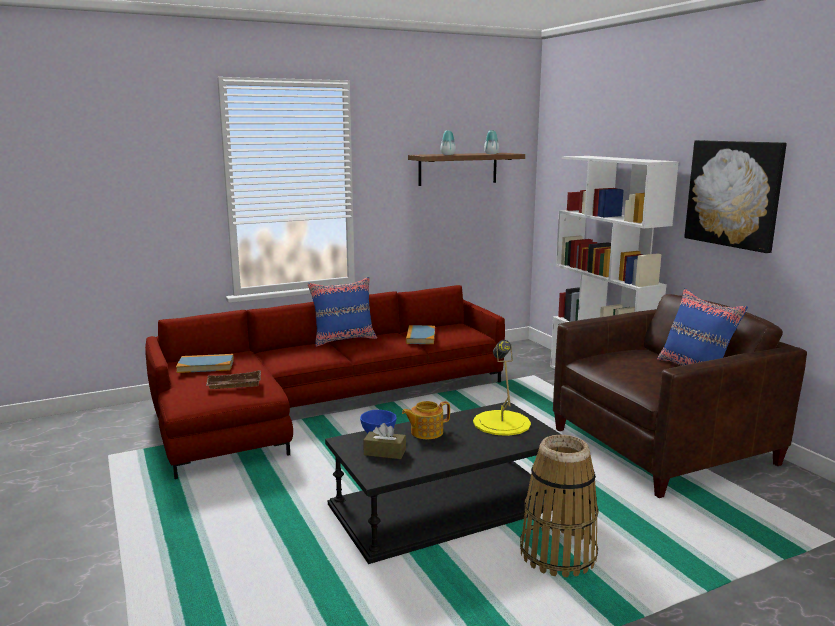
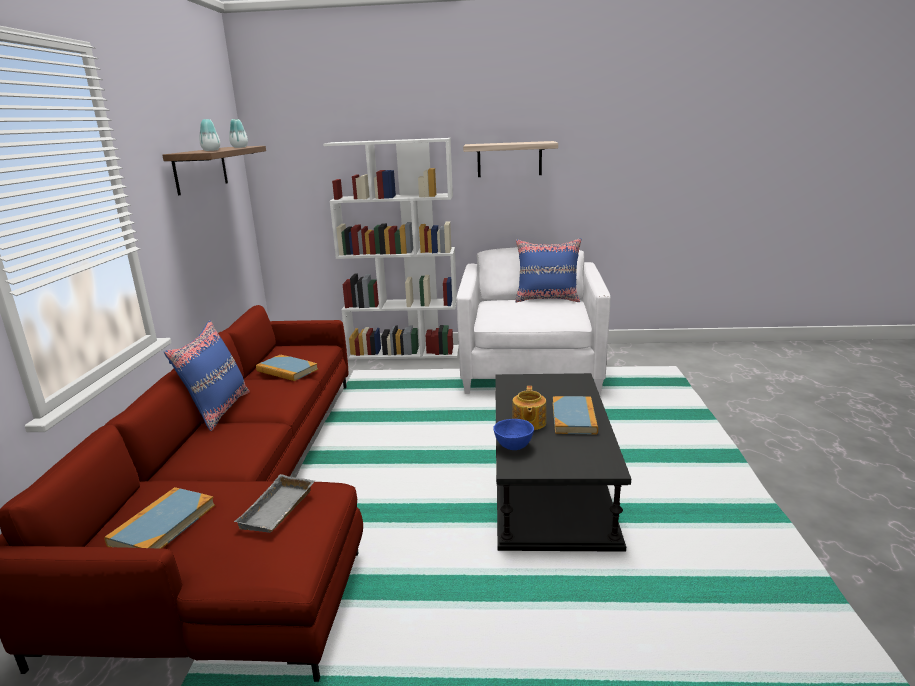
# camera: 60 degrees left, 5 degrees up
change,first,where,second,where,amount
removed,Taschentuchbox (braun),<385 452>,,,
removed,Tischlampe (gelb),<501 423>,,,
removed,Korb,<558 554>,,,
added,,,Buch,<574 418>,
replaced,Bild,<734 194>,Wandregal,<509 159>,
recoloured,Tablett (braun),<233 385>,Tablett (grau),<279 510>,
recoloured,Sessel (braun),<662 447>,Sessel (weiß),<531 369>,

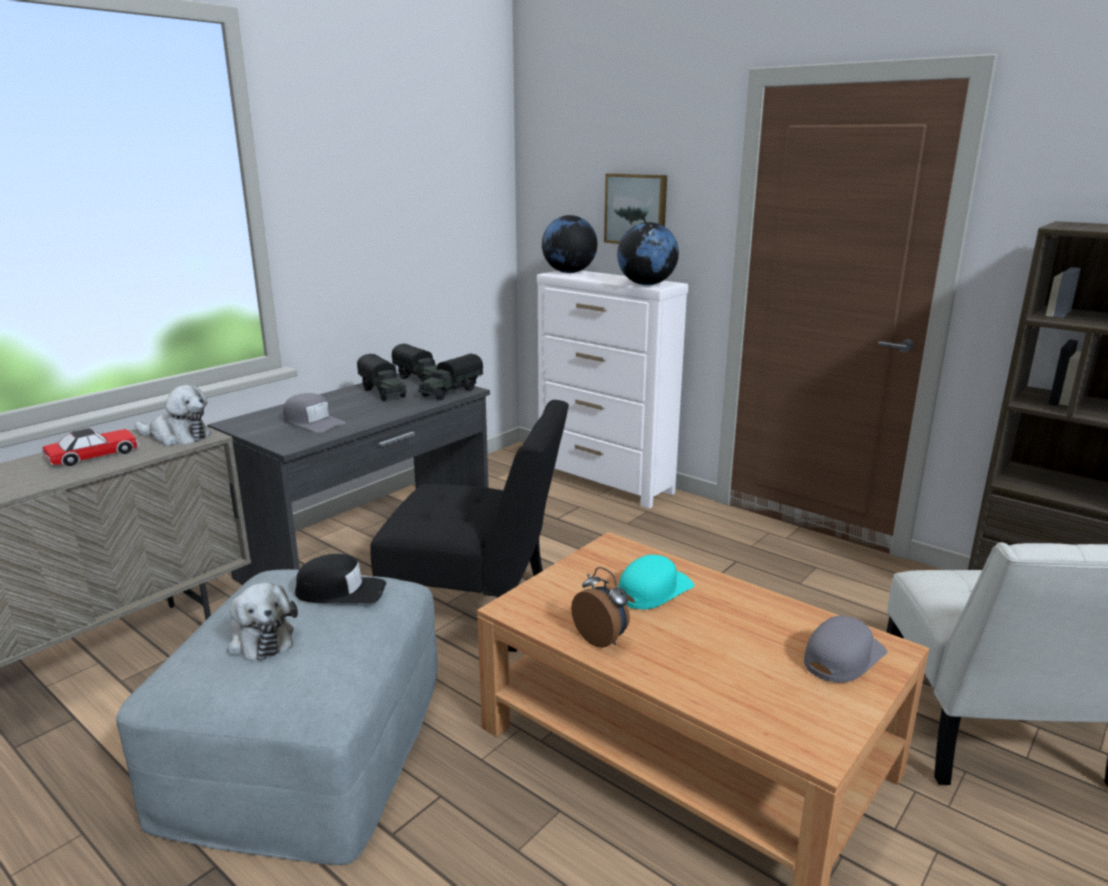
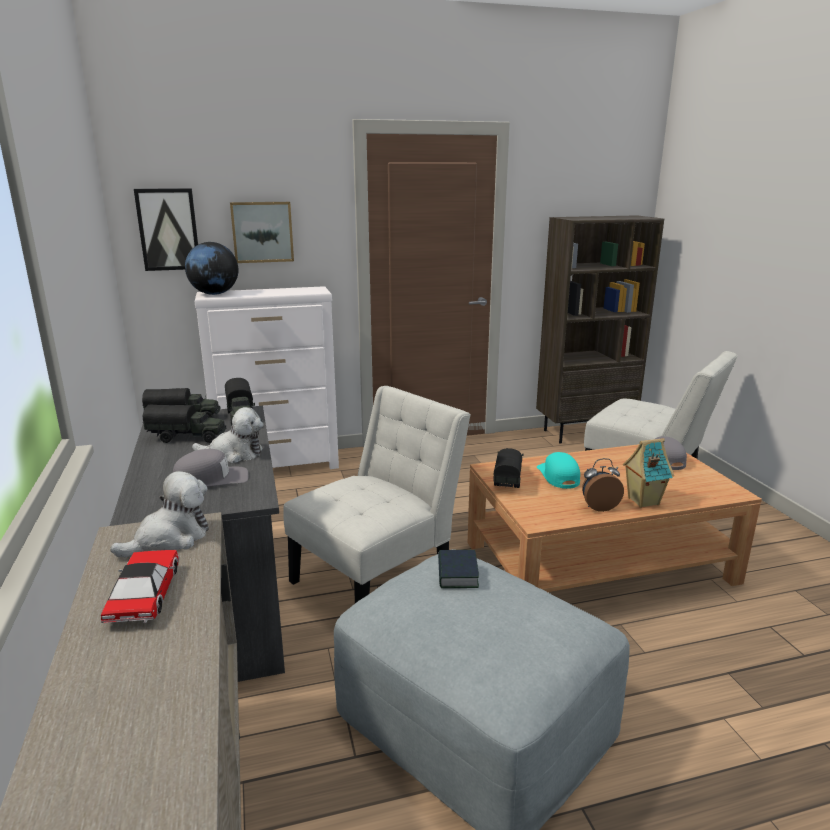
# camera: 55 degrees left, 0 degrees up
change,first,where,second,where,amount
removed,Globus,<646 284>,,,
added,,,Bild,<168 229>,
added,,,Spielzeuglaster,<508 479>,
added,,,Spielzeughaus,<642 501>,
moved,Plüschtier,<260 638>,,<234 454>,
replaced,Kappe (schwarz),<341 591>,Buch,<457 574>,
recoloured,Stuhl (schwarz),<477 609>,Stuhl (weiß),<378 578>,

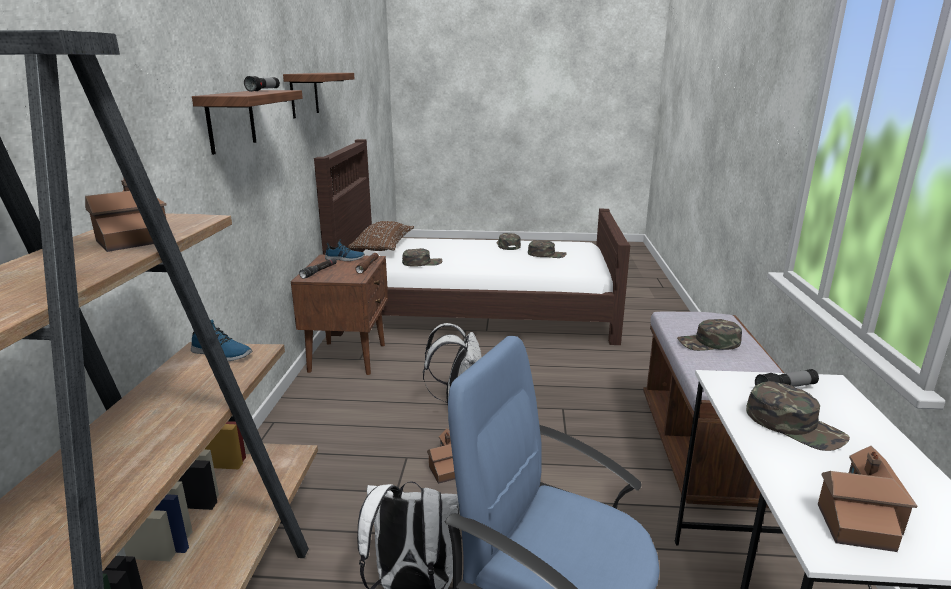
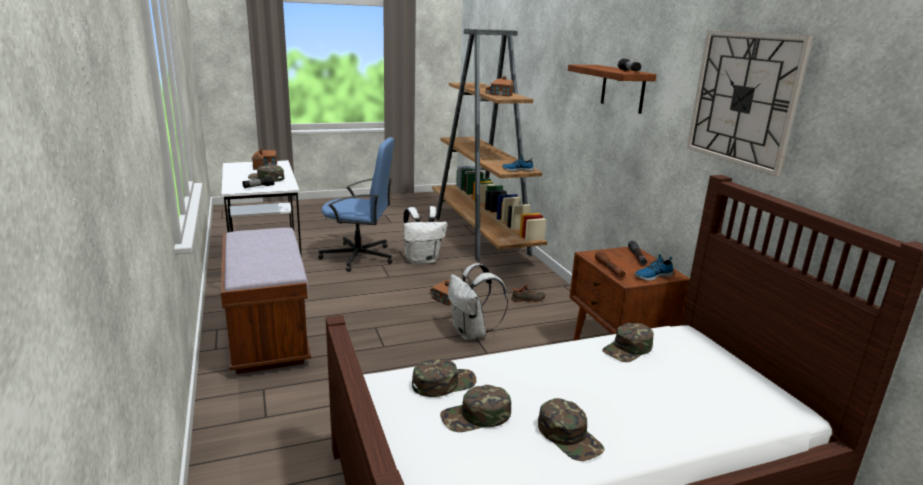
# camera: 155 degrees right, 0 degrees up
change,first,where,second,where,amount
removed,Kissen (braun),<383 247>,,,
added,,,Schuh (schwarz),<528 300>,
moved,Kappe (grün),<709 343>,,<443 383>,
replaced,Wandregal,<304 94>,Wanduhr,<744 99>,

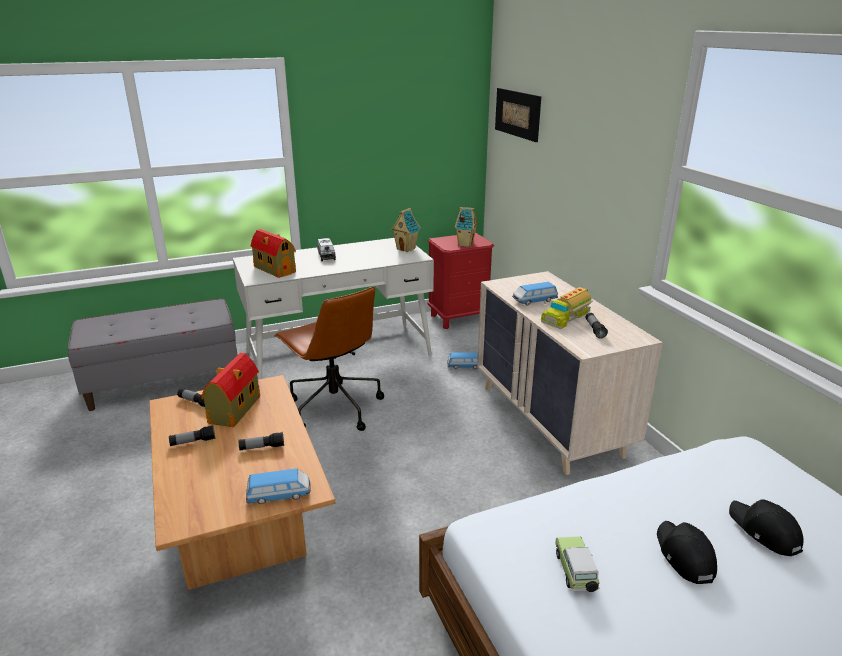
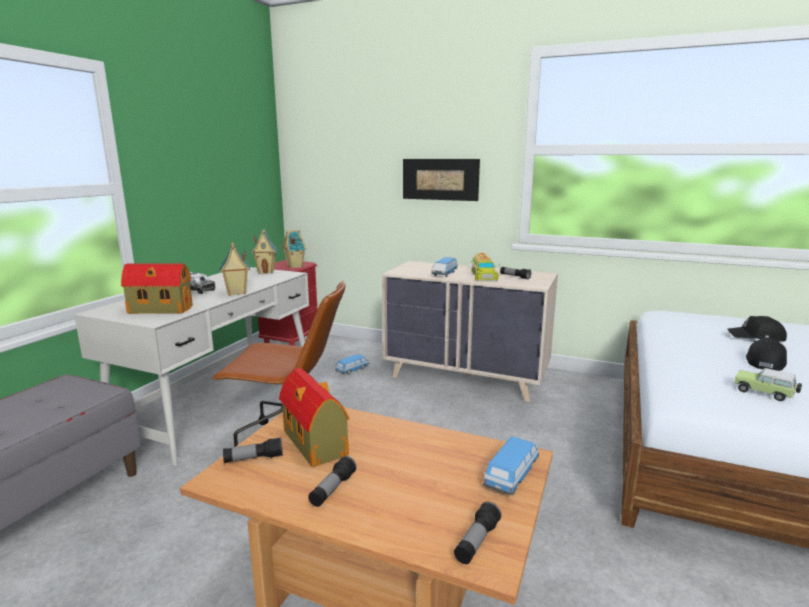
# camera: 45 degrees left, 10 degrees down
change,first,where,second,where,amount
added,,,Spielzeughaus,<236 293>,
moved,Taschenlampe,<262 447>,,<476 542>,
moved,Bild,<517 113>,,<440 179>,
turned,Kappe (schwarz),<684 556>,,<764 362>,90 degrees clockwise

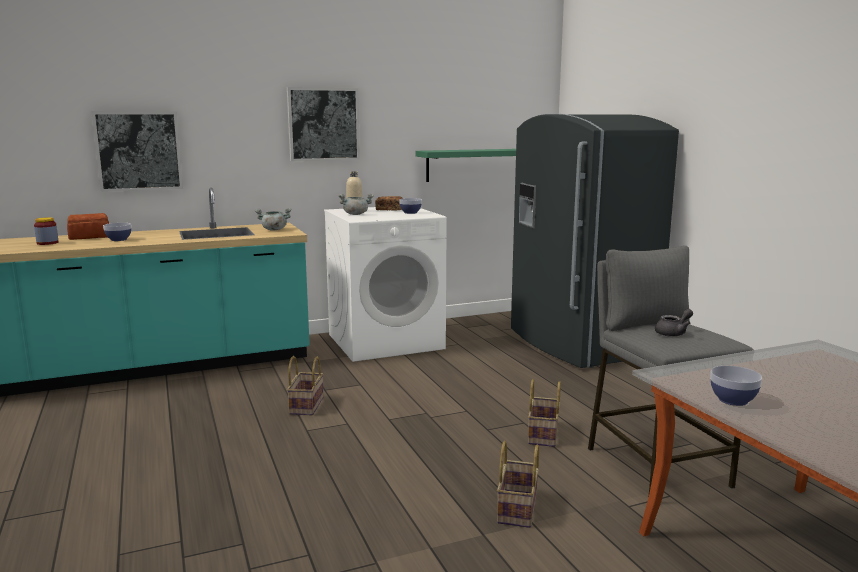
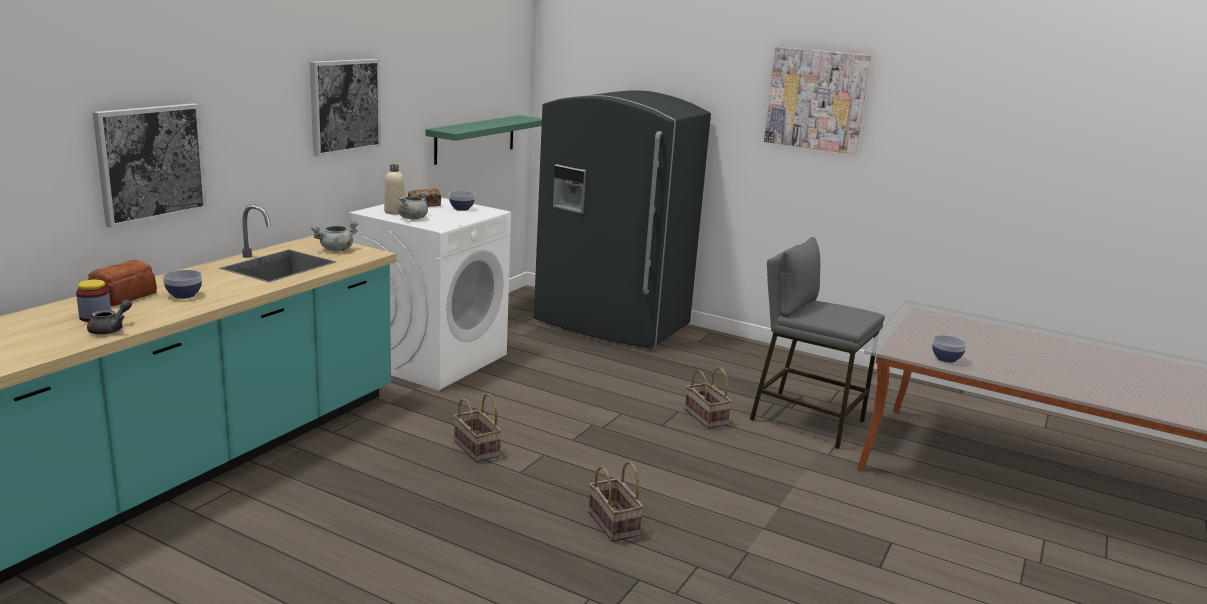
# camera: 40 degrees left, 5 degrees up
change,first,where,second,where,amount
added,,,Bild,<816 99>,
moved,Korb,<518 510>,,<615 525>,
moved,Teekanne (grau),<673 333>,,<111 329>,

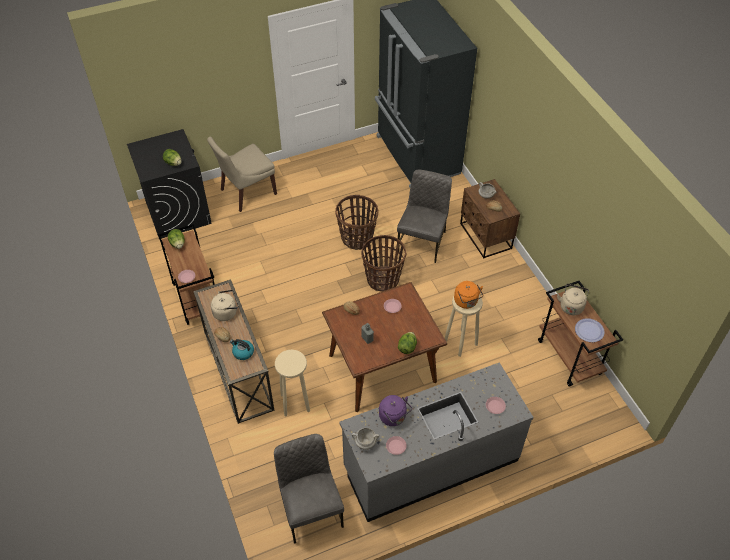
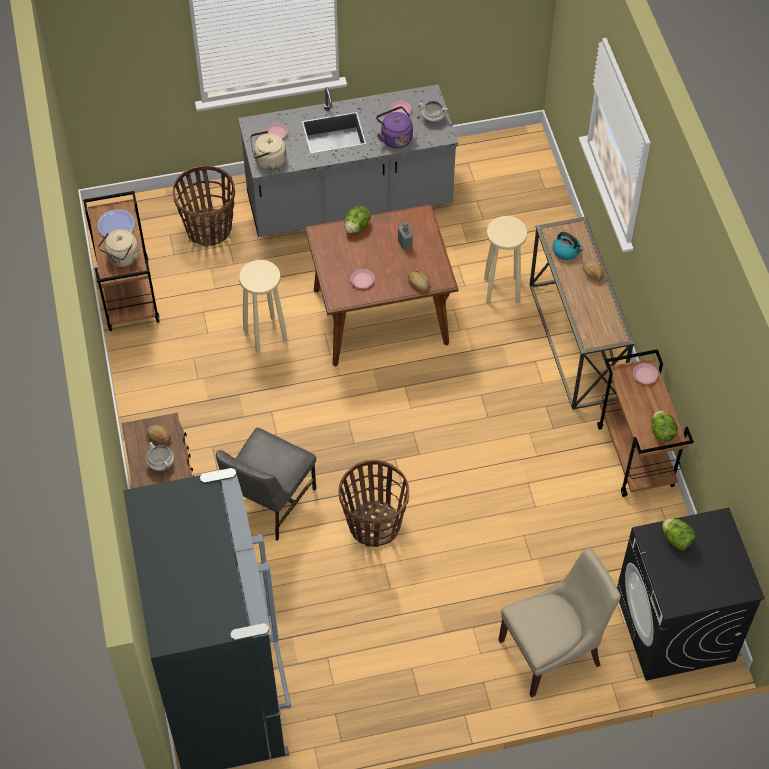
# camera: 170 degrees left, 5 degrees up
change,first,where,second,where,amount
removed,Stuhl (grau),<311 509>,,,
removed,Wasserkessel (orange),<466 302>,,,
moved,Wasserkessel (beige),<226 312>,,<268 161>,
moved,Korb,<382 279>,,<209 228>,

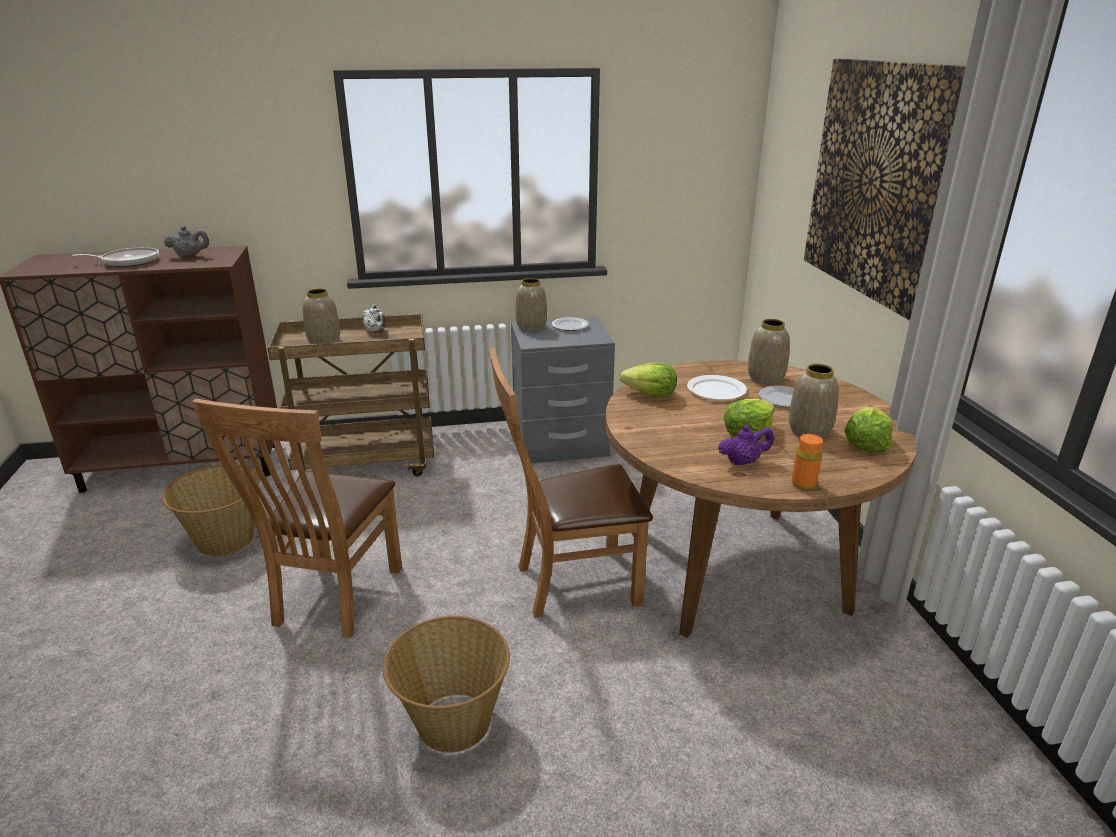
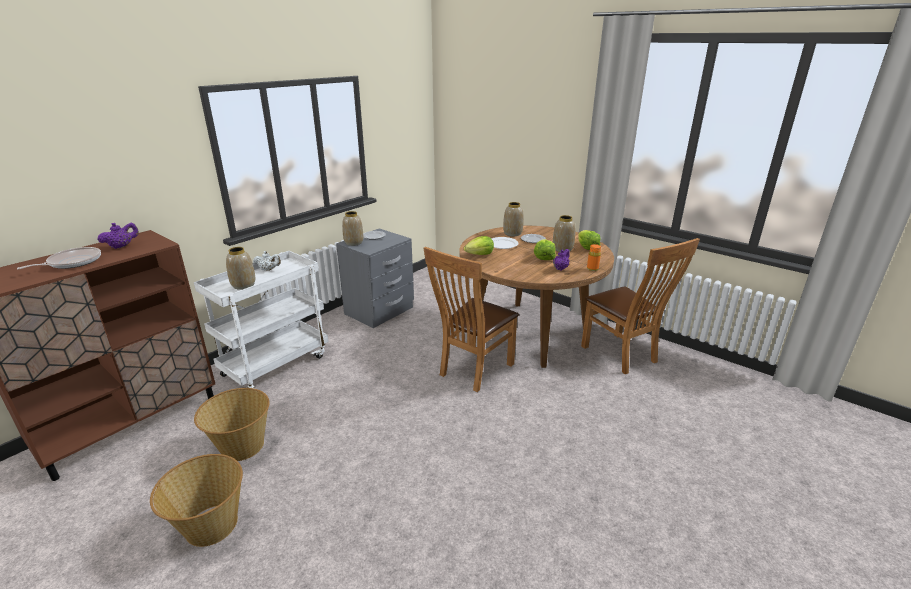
# camera: 40 degrees left, 0 degrees up
change,first,where,second,where,amount
removed,Bild,<877 181>,,,
moved,Stuhl (braun),<332 600>,,<622 355>,
moved,Korb,<452 722>,,<210 525>,
recoloured,Teekanne (grau),<190 256>,Teekanne (lila),<122 246>,
recoloured,Rollwagen (braun),<367 463>,Rollwagen (weiß),<276 364>,

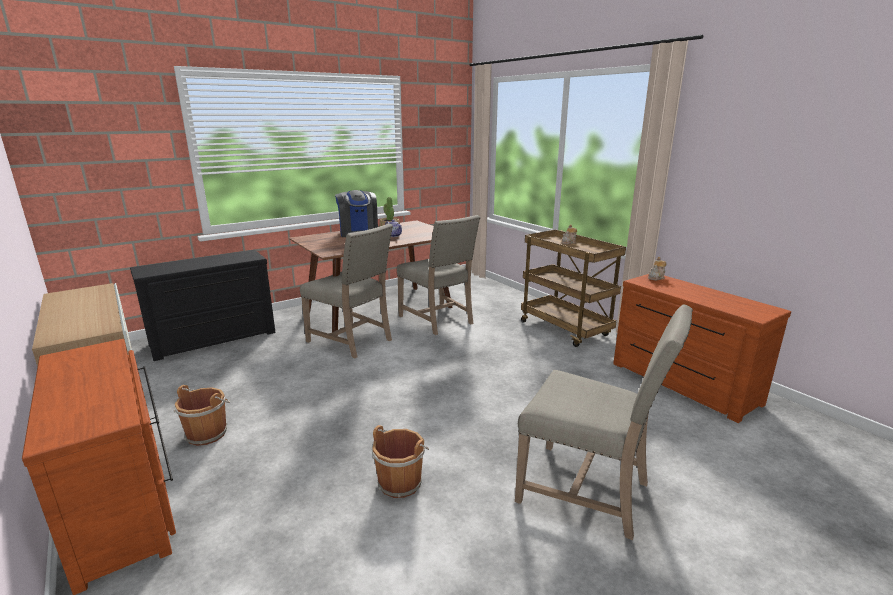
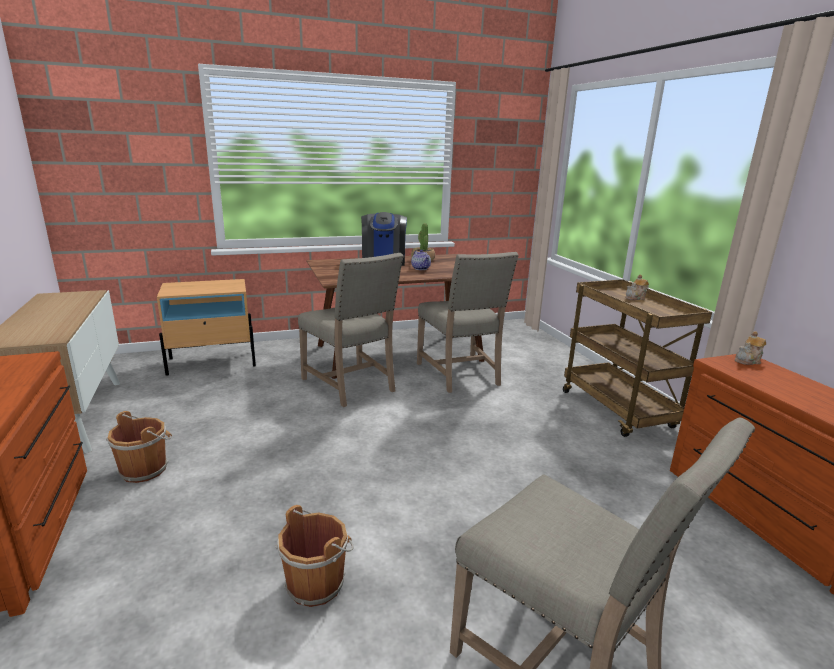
# camera: 15 degrees right, 0 degrees up
change,first,where,second,where,amount
replaced,Kommode (schwarz),<214 339>,Nachttisch (beige),<212 362>,

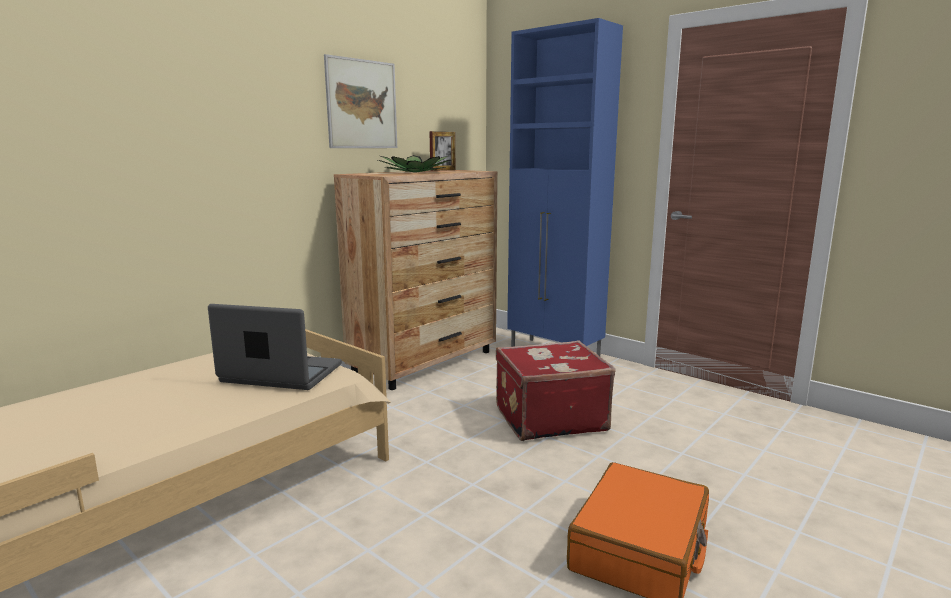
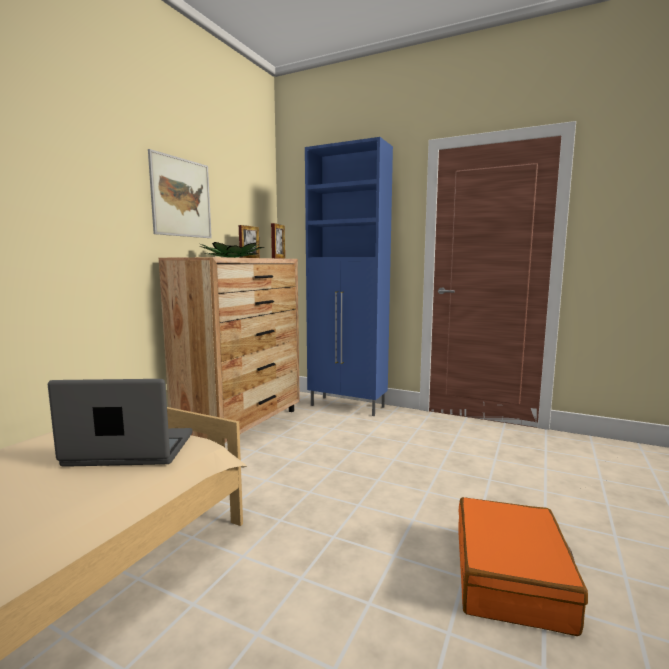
# camera: 15 degrees left, 5 degrees down
change,first,where,second,where,amount
removed,Koffer (rot),<549 418>,,,
added,,,Bilderrahmen,<278 258>,

